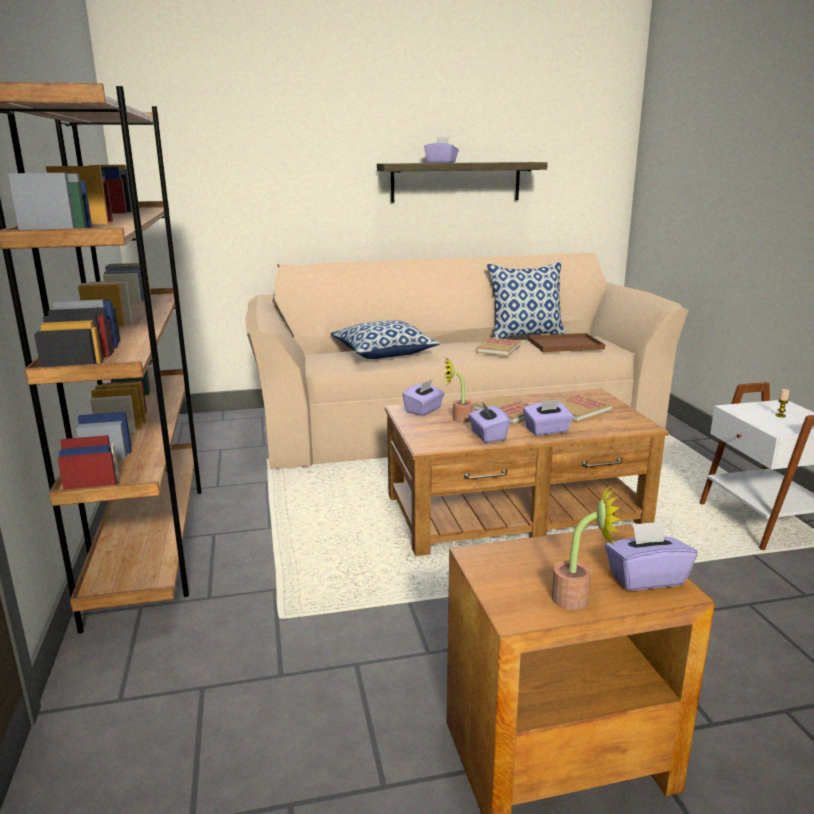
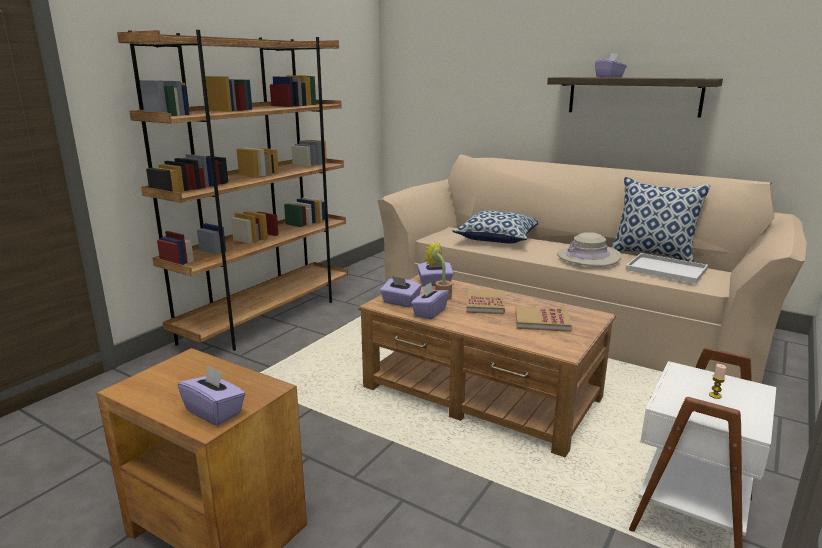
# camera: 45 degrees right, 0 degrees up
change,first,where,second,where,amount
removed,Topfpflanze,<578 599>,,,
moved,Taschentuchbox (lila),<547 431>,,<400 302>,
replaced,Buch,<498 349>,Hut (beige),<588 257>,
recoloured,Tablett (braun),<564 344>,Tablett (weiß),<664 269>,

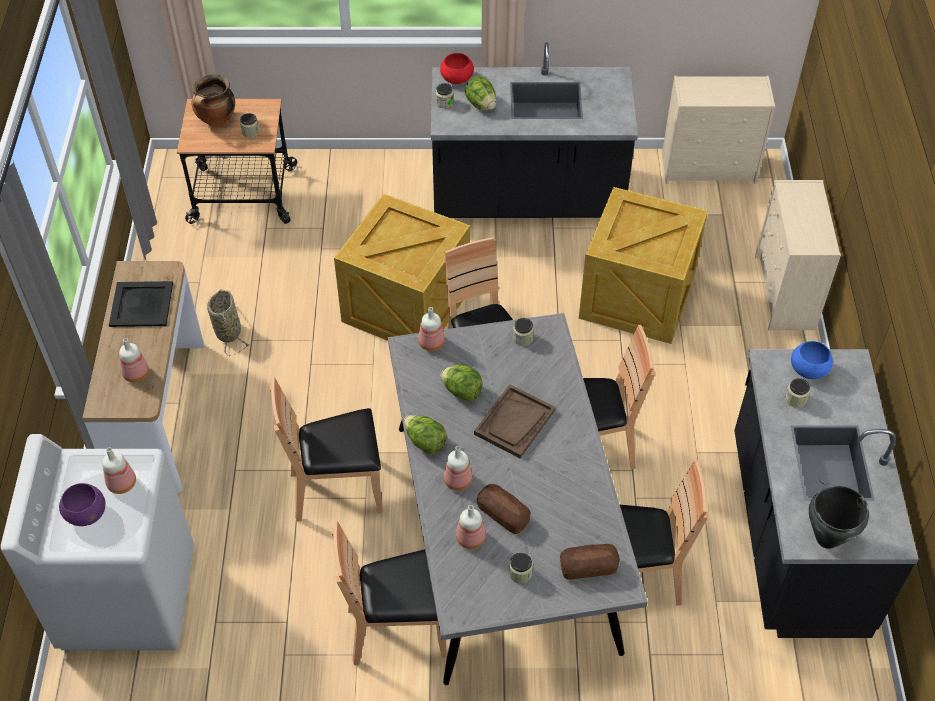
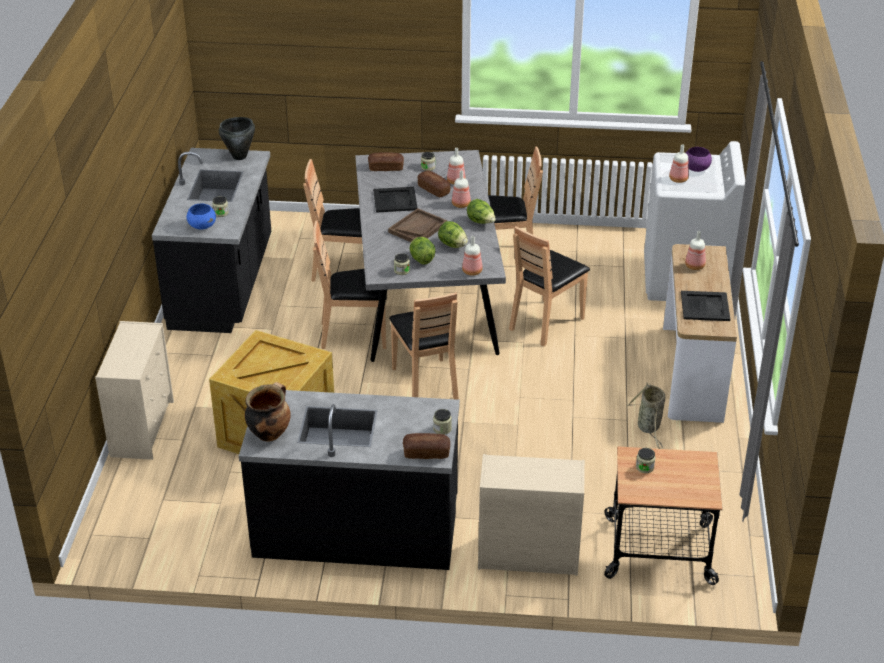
# camera: 175 degrees left, 15 degrees down
change,first,where,second,where,amount
removed,Kiste,<404 306>,,,
added,,,Tablett (schwarz),<394 200>,
moved,Kochtopf,<216 121>,,<269 433>,
moved,Salatkopf,<481 104>,,<421 259>,
moved,Kommode (beige),<710 168>,,<527 555>,
replaced,Schüssel (rot),<456 79>,Brot,<426 453>,
turned,Stuhl (braun),<337 490>,,<546 323>,135 degrees clockwise

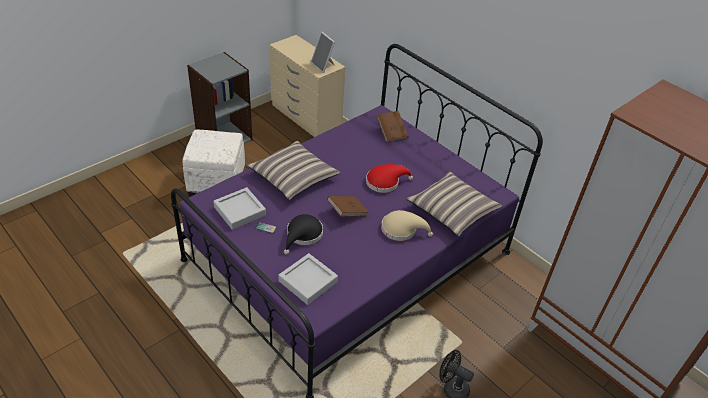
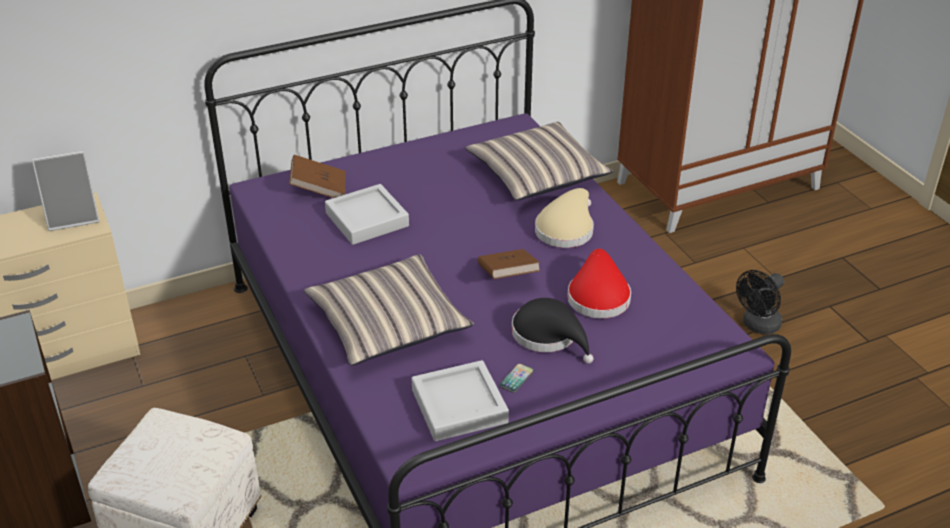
# camera: 70 degrees left, 5 degrees down
change,first,where,second,where,amount
moved,Tablett (grau),<308 281>,,<367 220>,
moved,Hut (rot),<385 182>,,<598 296>,

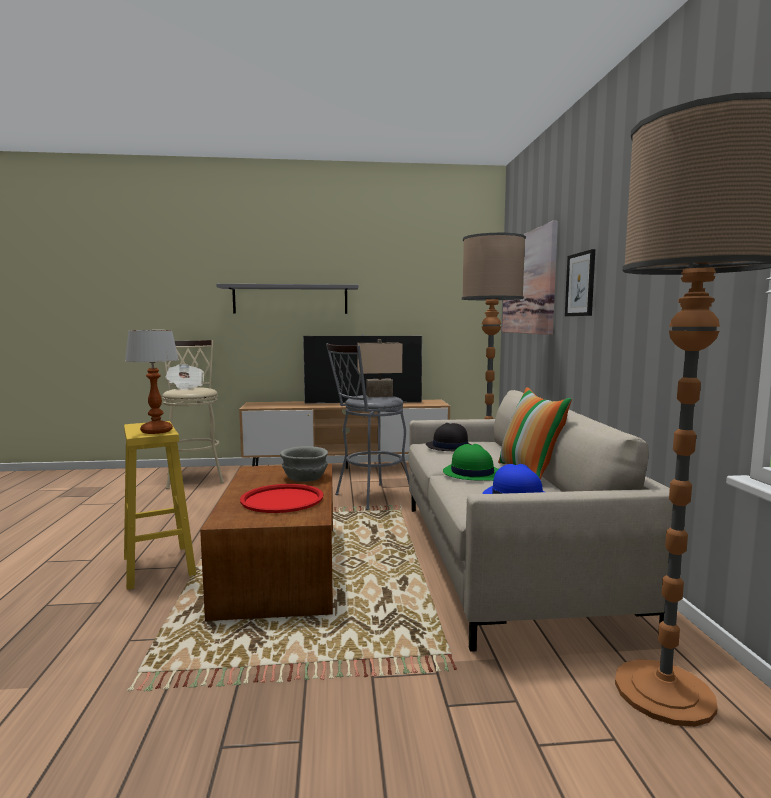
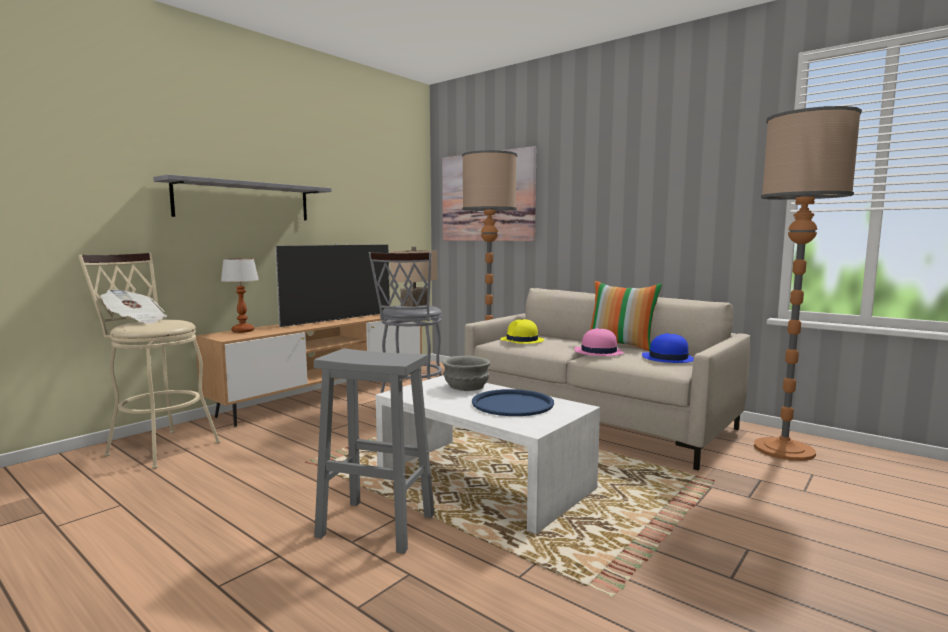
# camera: 45 degrees left, 0 degrees up
change,first,where,second,where,amount
removed,Bild,<580 284>,,,
moved,Tischlampe,<157 431>,,<243 331>,
recoloured,Hocker (gelb),<158 565>,Hocker (grau),<374 525>,
recoloured,Couchtisch (braun),<281 567>,Couchtisch (weiß),<484 479>,
recoloured,Tablett (rot),<282 499>,Tablett (blau),<512 404>,
recoloured,Hut (schwarz),<449 447>,Hut (gelb),<522 341>,
recoloured,Hut (grün),<472 473>,Hut (rosa),<598 352>,

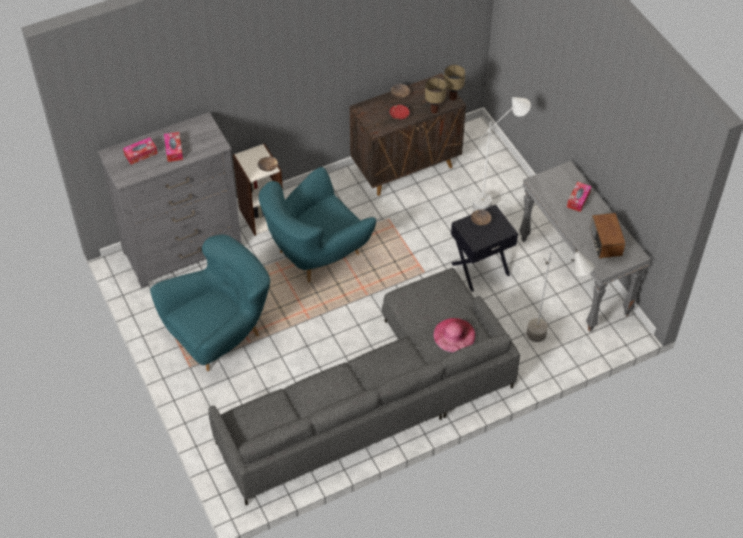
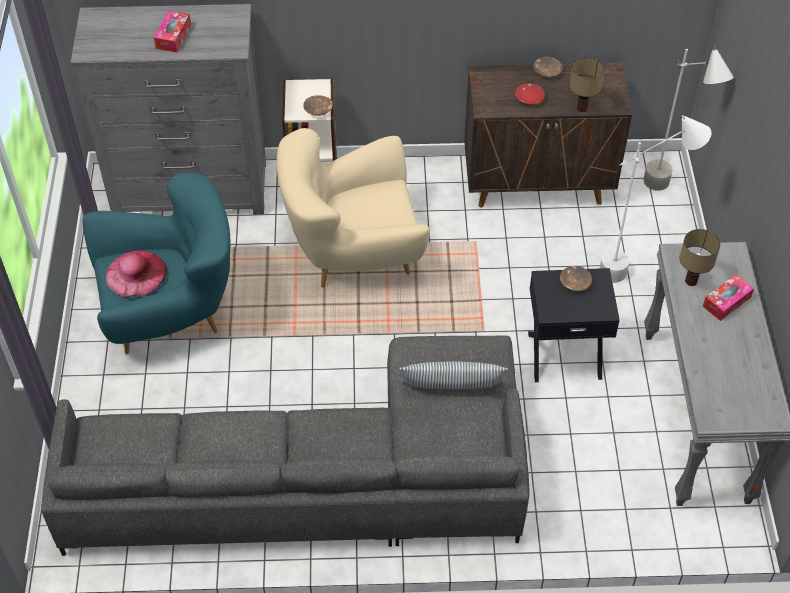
# camera: 25 degrees right, 0 degrees up
change,first,where,second,where,amount
removed,Taschentuchbox,<141 154>,,,
removed,Radio,<605 243>,,,
added,,,Kissen,<451 388>,
moved,Hut (rosa),<454 335>,,<136 273>,
moved,Tischlampe,<452 98>,,<690 281>,
moved,Stehlampe (grau),<550 342>,,<669 195>,
recoloured,Sessel (türkis),<317 253>,Sessel (beige),<355 254>,

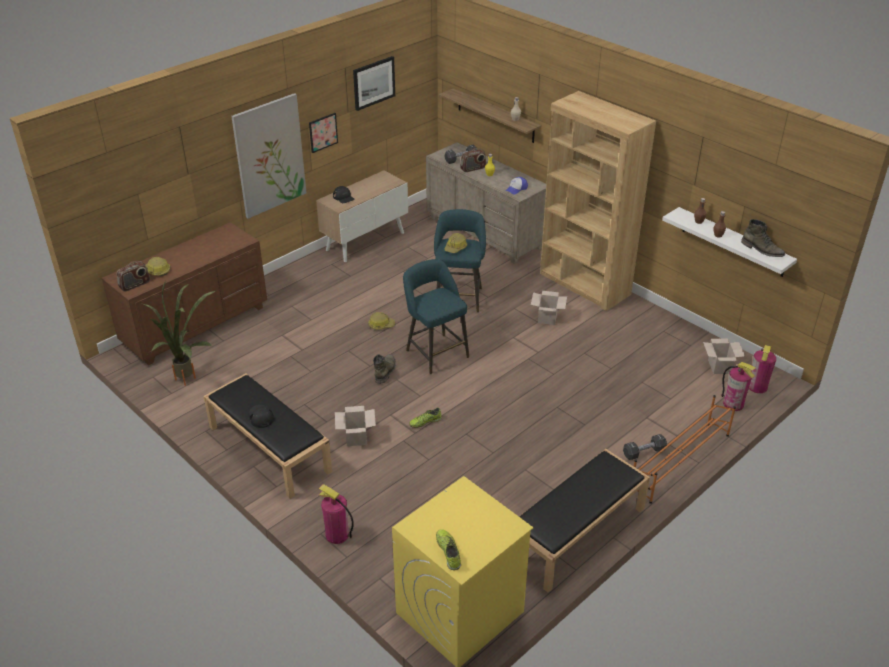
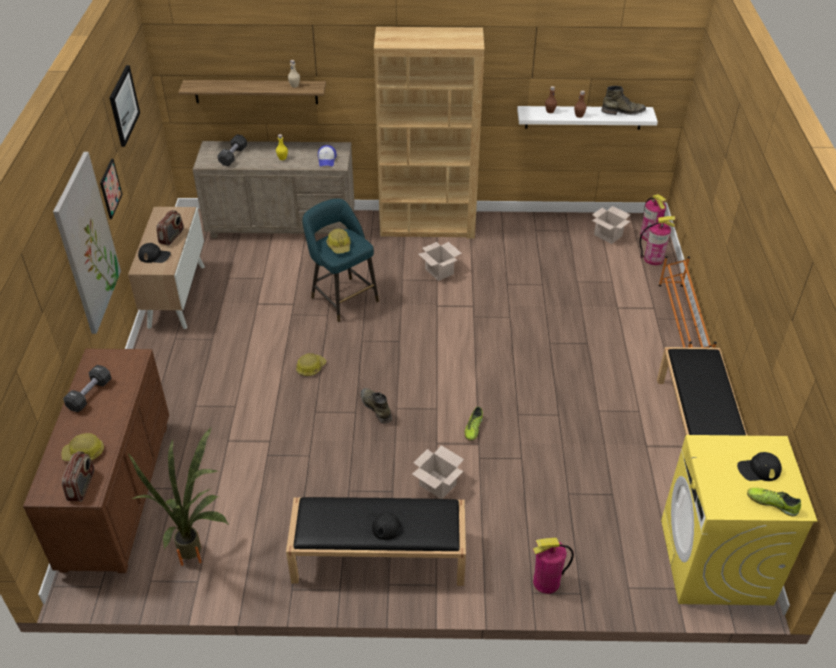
# camera: 45 degrees left, 5 degrees up
change,first,where,second,where,amount
removed,Hocker (türkis),<435 352>,,,
added,,,Kappe (schwarz),<758 469>,
moved,Radio,<473 168>,,<172 237>,
moved,Hantel (schwarz),<644 452>,,<90 395>,

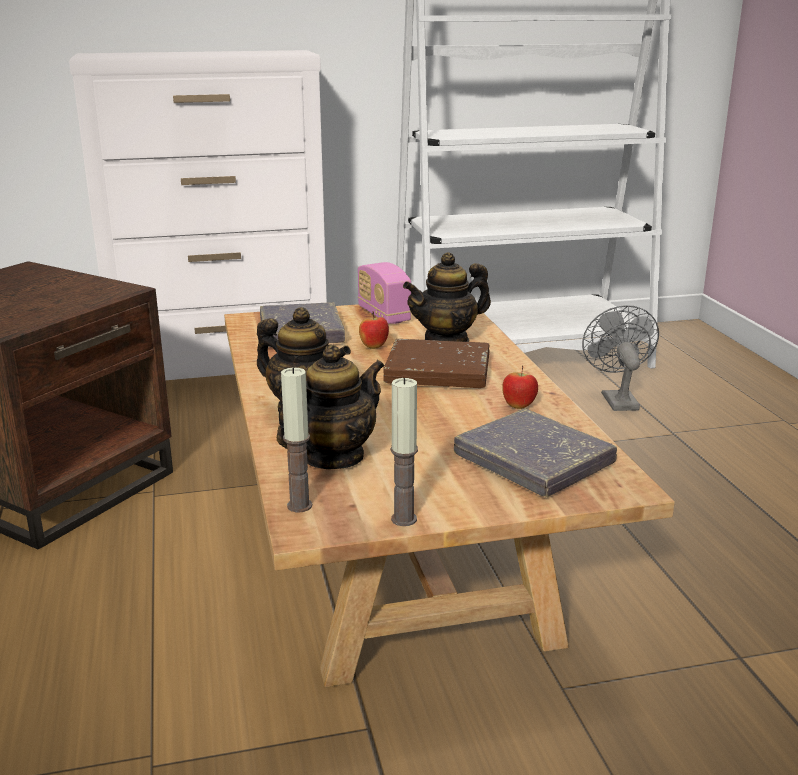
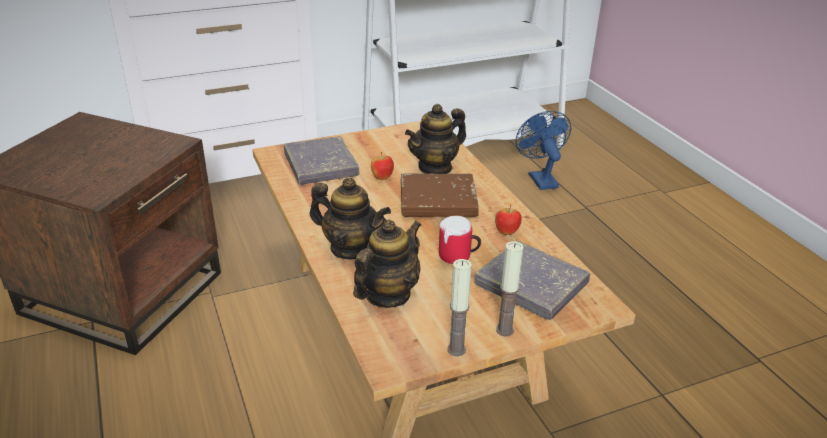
# camera: 10 degrees left, 10 degrees up
change,first,where,second,where,amount
removed,Radio,<383 315>,,,
added,,,Henkelbecher,<458 257>,
moved,Kerze,<299 505>,,<504 330>,
recoloured,Ventilator (grau),<616 399>,Ventilator (blau),<540 178>,

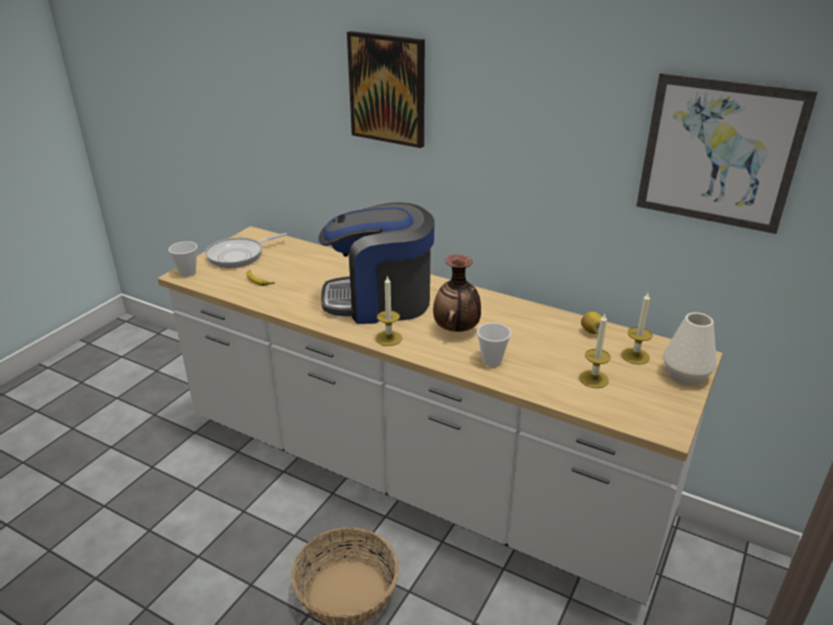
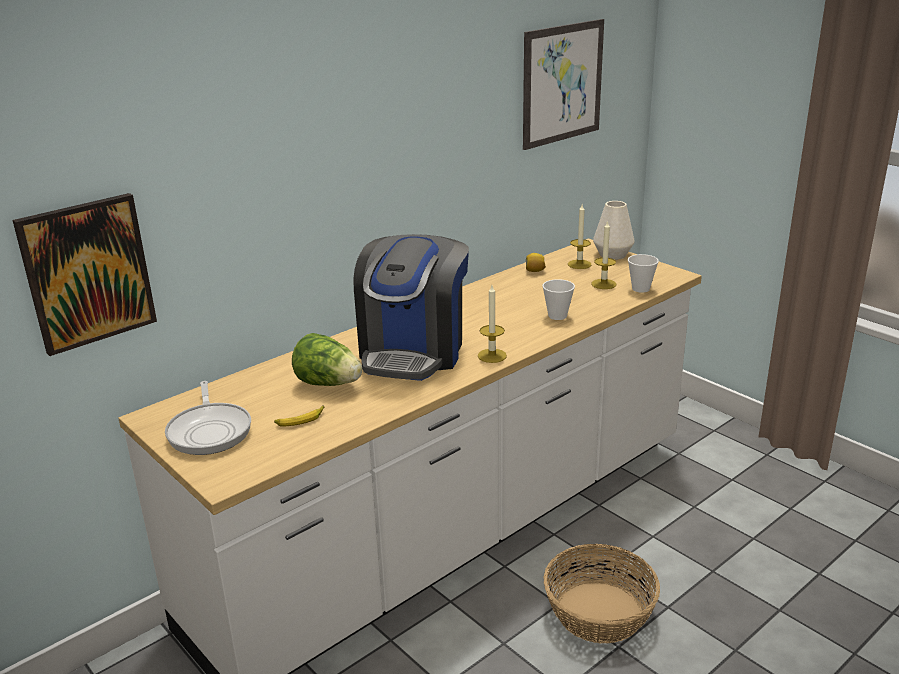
# camera: 70 degrees left, 5 degrees down
change,first,where,second,where,amount
removed,Vase,<457 330>,,,
added,,,Salatkopf,<329 383>,
moved,Tasse,<187 273>,,<640 289>,
moved,Bild,<387 89>,,<87 273>,

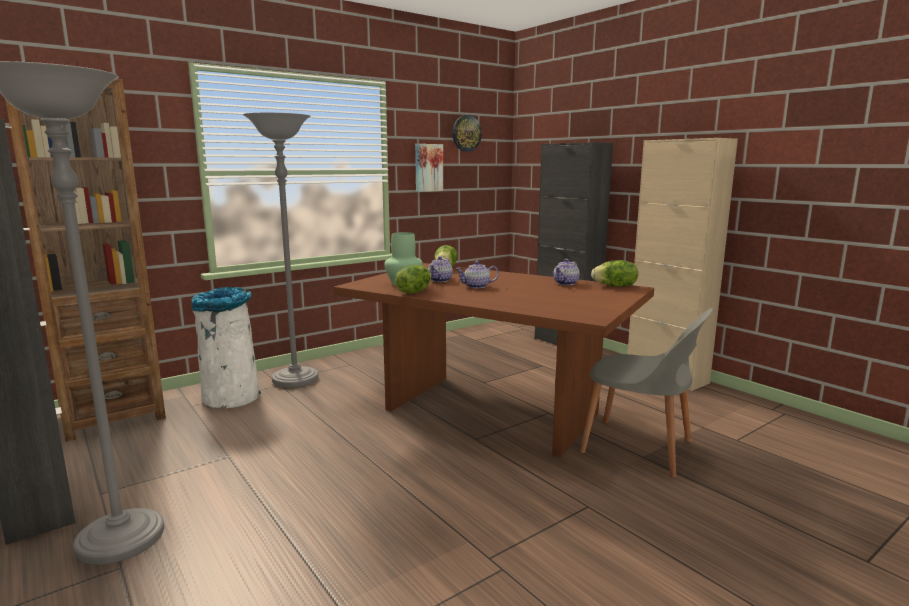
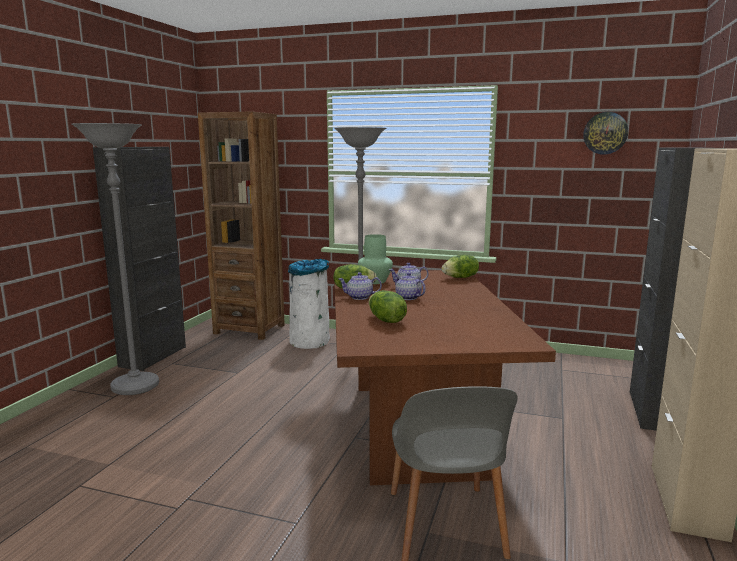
# camera: 55 degrees right, 0 degrees up
change,first,where,second,where,amount
removed,Bild,<428 167>,,,
moved,Teekanne,<566 283>,,<359 297>,
moved,Salatkopf,<615 286>,,<386 320>,

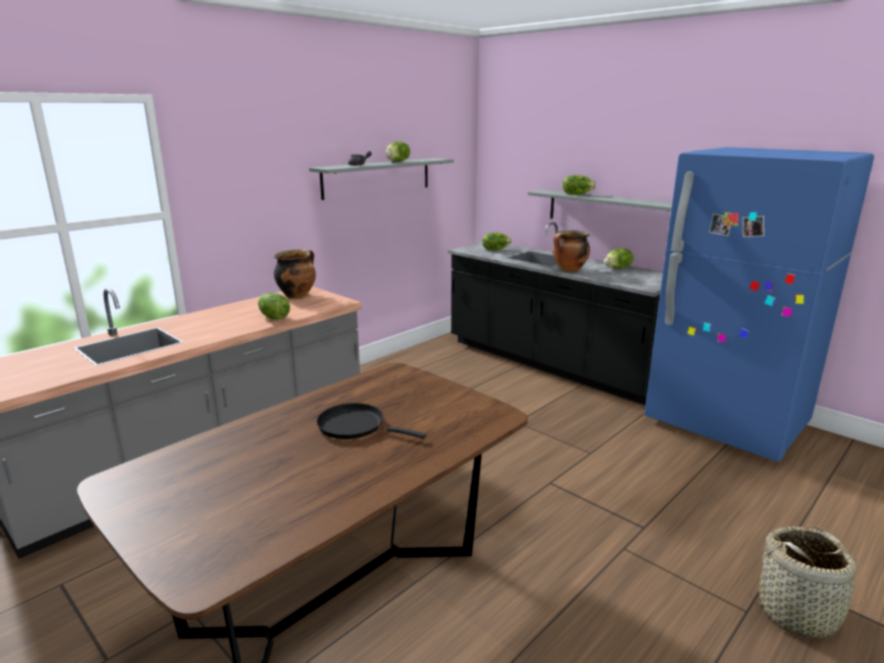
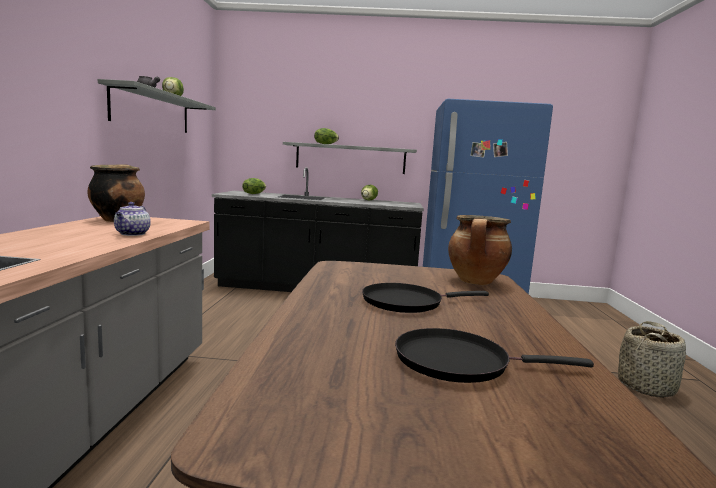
# camera: 40 degrees left, 10 degrees down
change,first,where,second,where,amount
added,,,Pfanne (schwarz),<459 362>,
moved,Kochtopf,<569 270>,,<476 282>,
replaced,Salatkopf,<273 317>,Teekanne,<132 234>,

